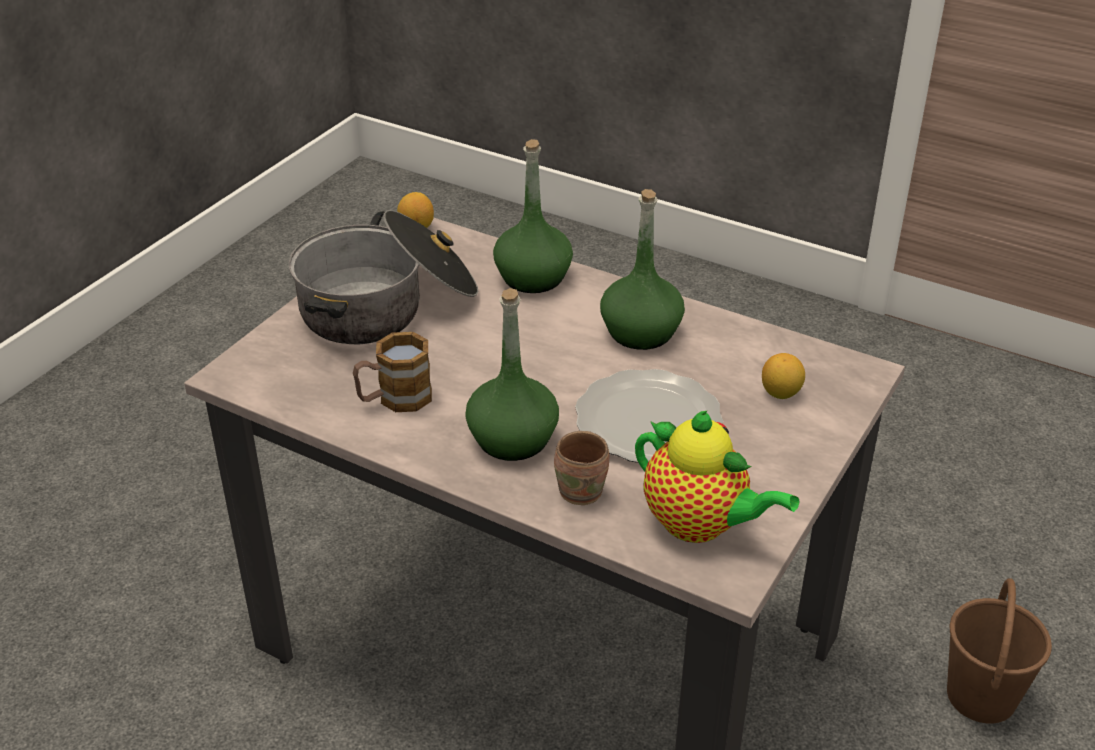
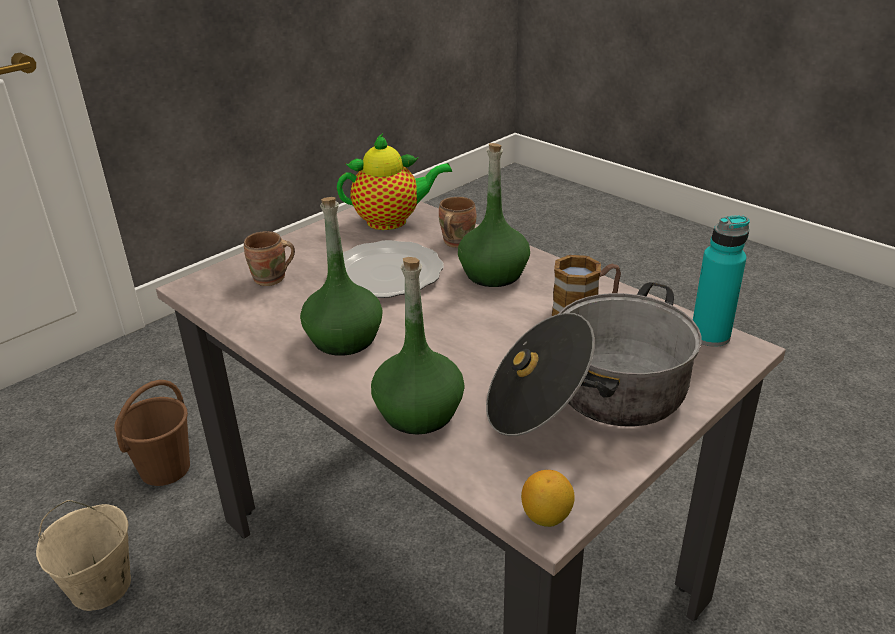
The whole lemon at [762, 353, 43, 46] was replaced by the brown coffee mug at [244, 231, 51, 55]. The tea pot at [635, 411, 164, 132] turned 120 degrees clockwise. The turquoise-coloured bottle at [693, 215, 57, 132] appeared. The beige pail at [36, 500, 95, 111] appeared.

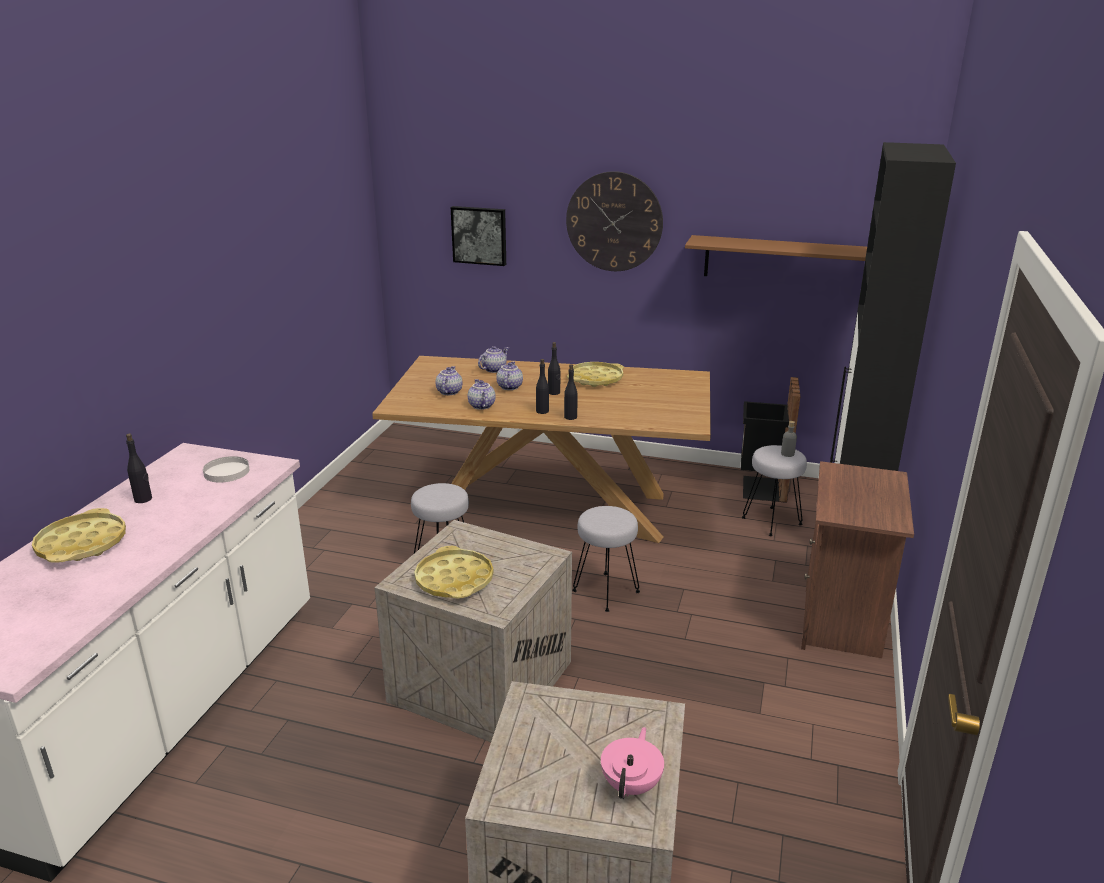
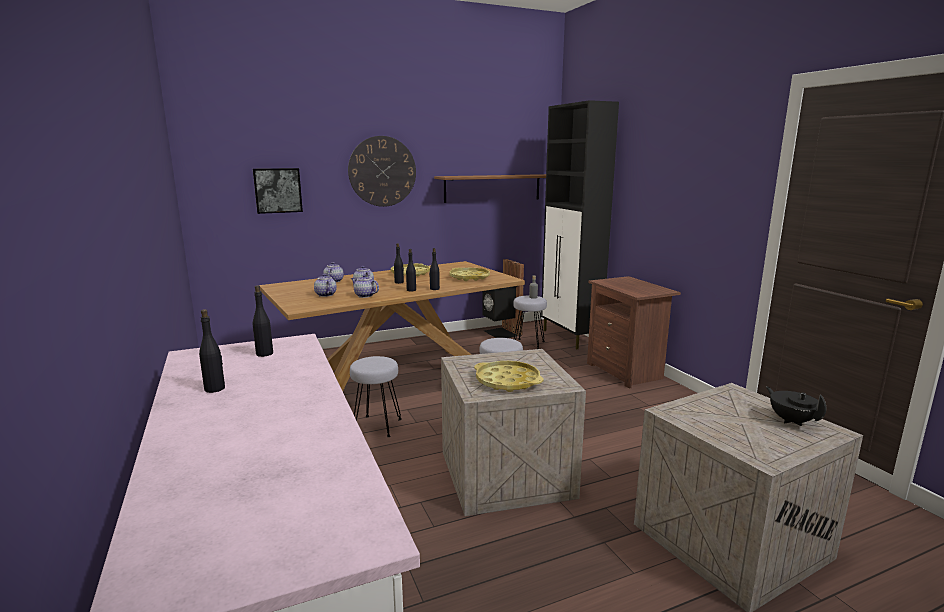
The whitish dinner plate at [203, 456, 47, 27] was replaced by the black-coloured bottle at [253, 285, 20, 72]. The yellow tray moved from [32, 508, 94, 55] to [449, 268, 41, 13]. The pink-coloured tea pot at [601, 727, 63, 72] became the black-coloured tea pot at [766, 386, 60, 40].

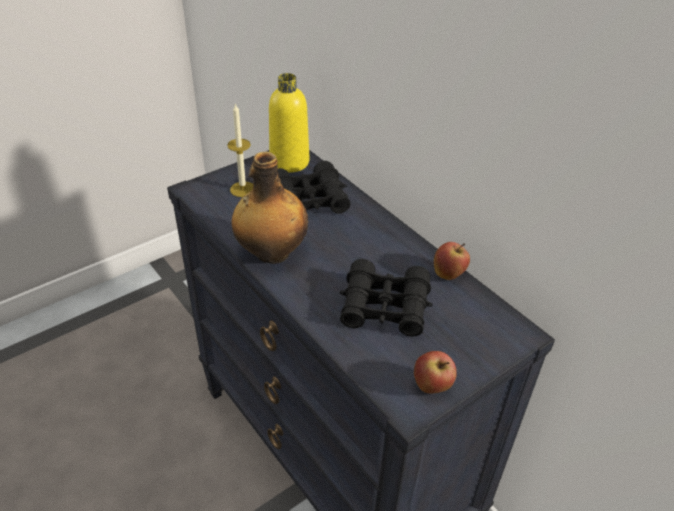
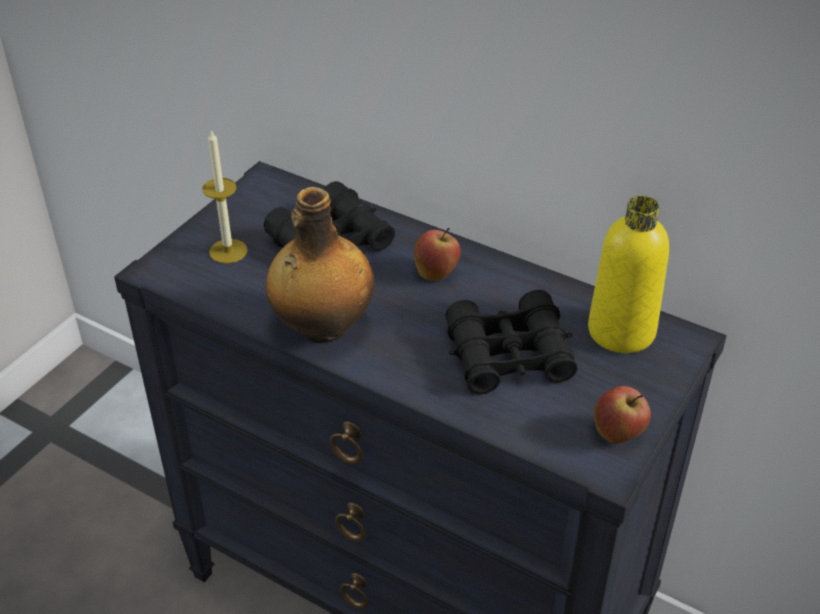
The yellow bottle moved from [269, 73, 40, 100] to [588, 196, 81, 157]. The apple moved from [434, 242, 36, 38] to [414, 228, 46, 53].

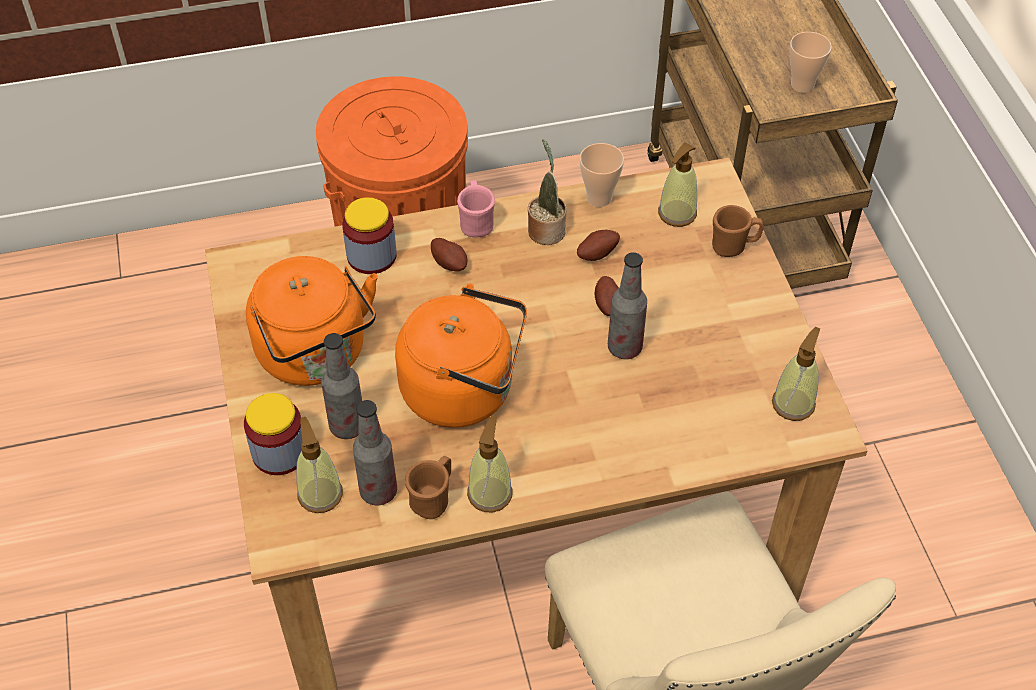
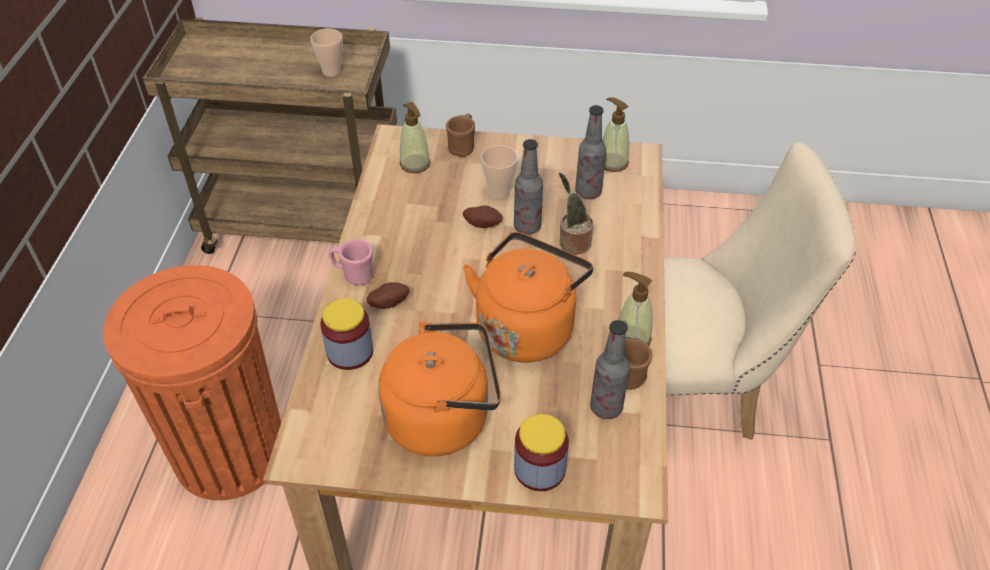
The potted plant moved from [528, 139, 39, 106] to [559, 173, 35, 82]. The small cup moved from [580, 143, 44, 64] to [481, 145, 37, 54]. The whole potato at [577, 230, 43, 31] disappeared. The bottle moved from [321, 333, 41, 106] to [575, 105, 31, 94]. The soap dispenser at [296, 417, 47, 96] disappeared.

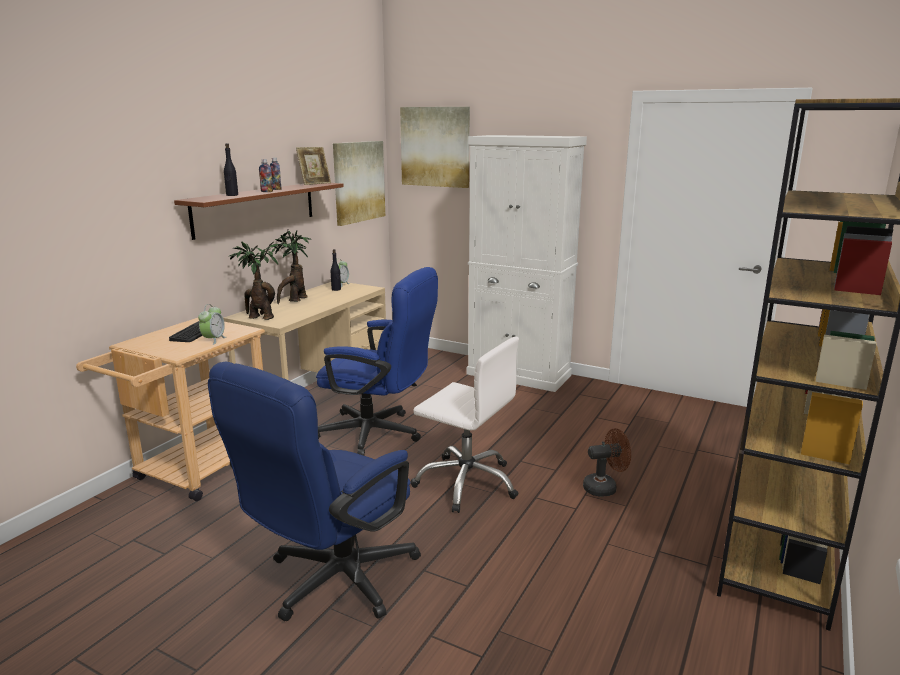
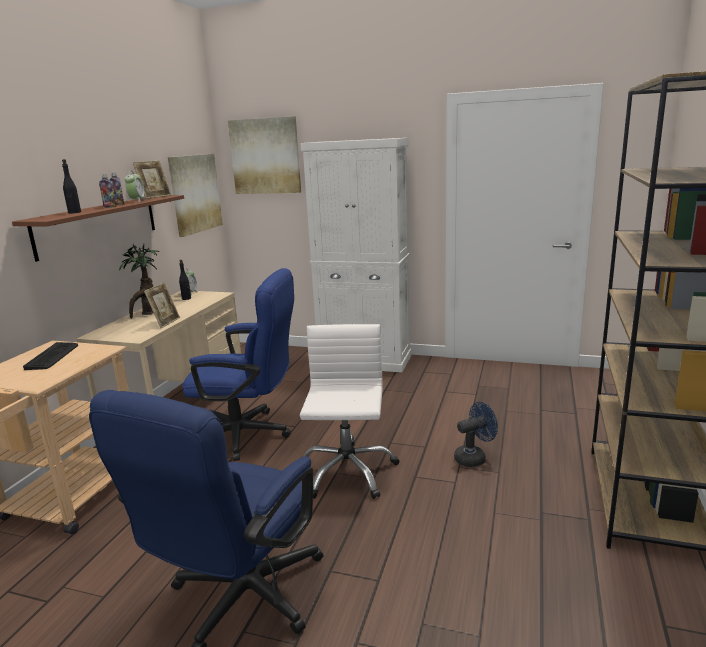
The potted plant at [230, 241, 49, 79] disappeared. The bedside clock moved from [198, 304, 28, 41] to [125, 171, 21, 31]. The whitish computer chair at [411, 337, 108, 176] turned 105 degrees counterclockwise. The brown electric fan at [583, 428, 48, 69] became the bluish electric fan at [454, 402, 44, 65]. The standing frame at [144, 282, 36, 46] appeared.

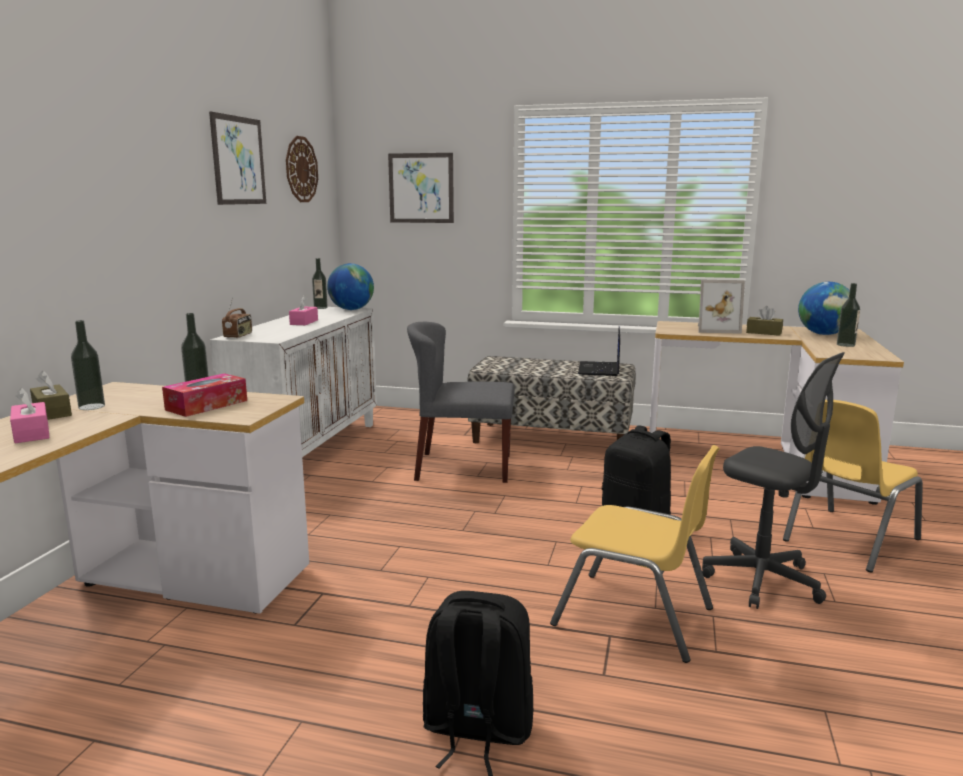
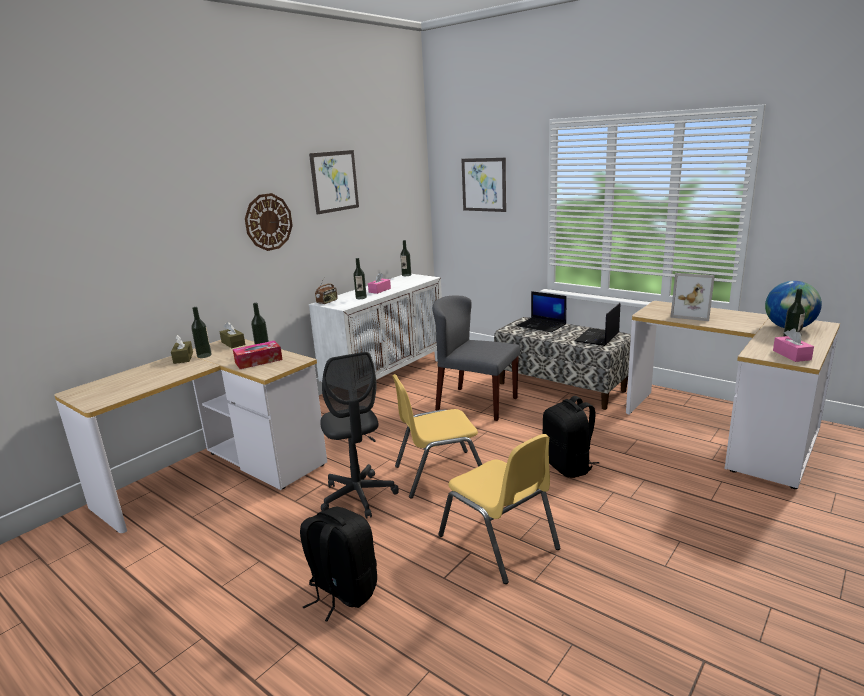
The hanging clock moved from [286, 136, 32, 66] to [245, 193, 48, 58]. The globe at [327, 263, 47, 47] disappeared. The brown box of tissues moved from [746, 306, 37, 30] to [220, 322, 25, 26]. The gray computer chair moved from [702, 352, 143, 257] to [320, 352, 79, 167]. The pink-coloured box of tissues moved from [10, 388, 39, 55] to [773, 328, 41, 34]. The yellow plain chair moved from [783, 400, 140, 173] to [392, 374, 90, 125]. The bottle at [353, 258, 14, 41] appeared. The laptop at [517, 291, 50, 41] appeared.

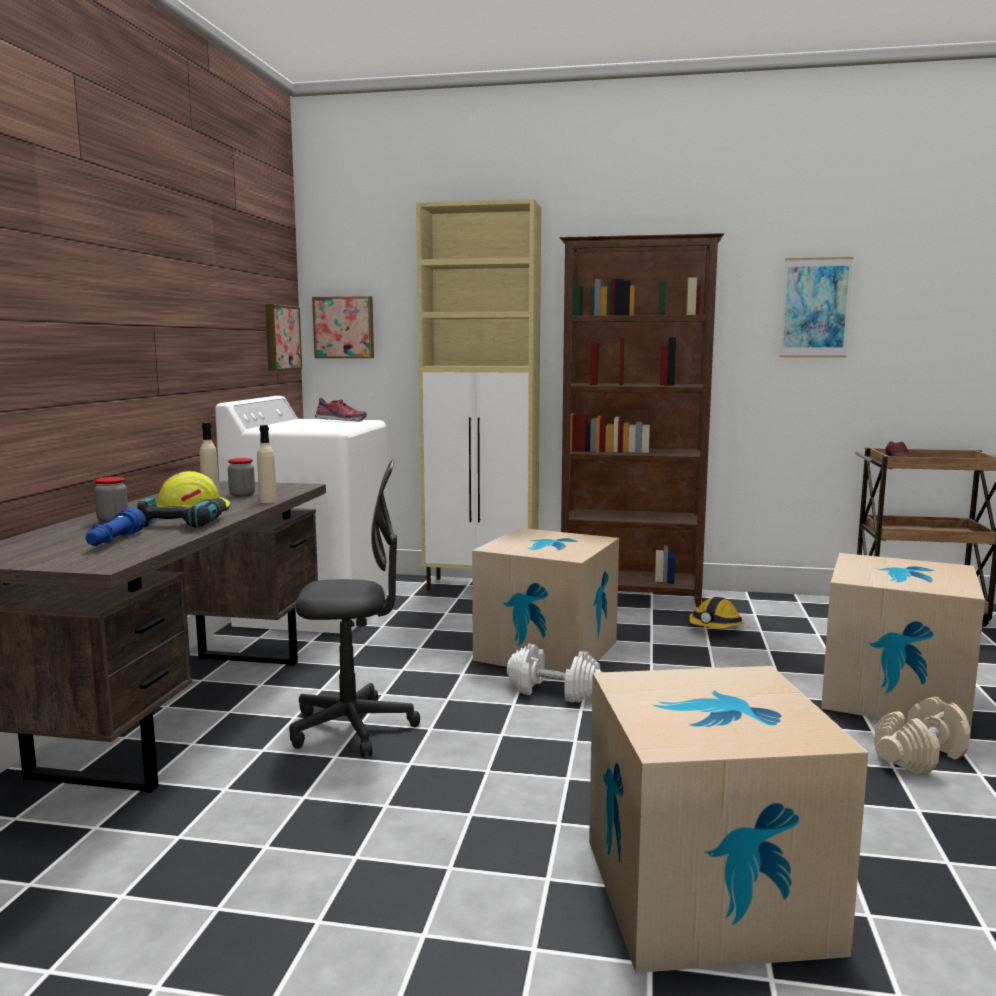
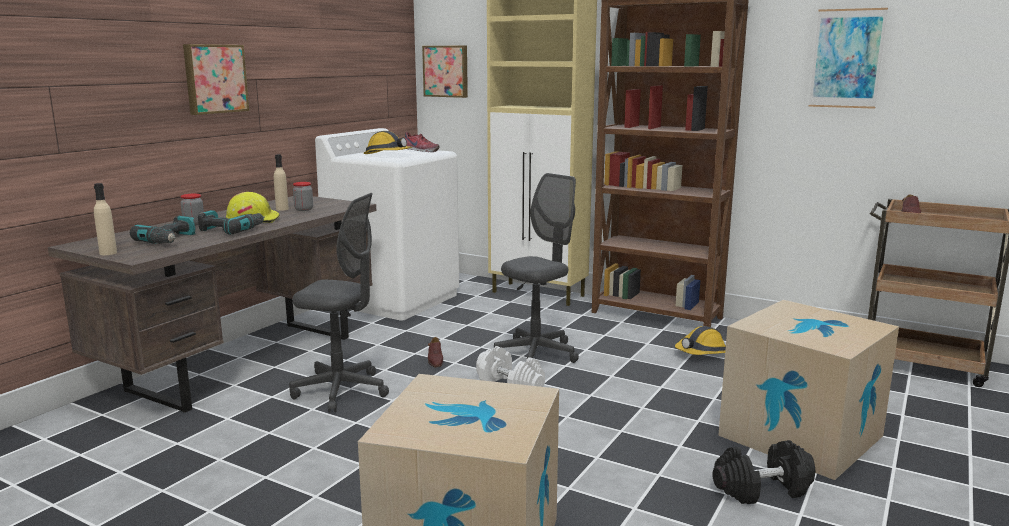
The wall art moved from [265, 304, 37, 67] to [183, 44, 66, 71]. The beige bottle moved from [257, 425, 20, 78] to [94, 183, 23, 72]. The bluish flashlight at [86, 508, 60, 38] was replaced by the electric drill at [130, 215, 65, 29]. The carton at [472, 528, 147, 145] was replaced by the gray computer chair at [494, 173, 85, 190]. The beige dumbbell at [874, 697, 97, 78] became the black-coloured dumbbell at [712, 440, 104, 64]. The work helmet at [364, 131, 48, 23] appeared. The brown item of footwear at [428, 337, 16, 30] appeared.

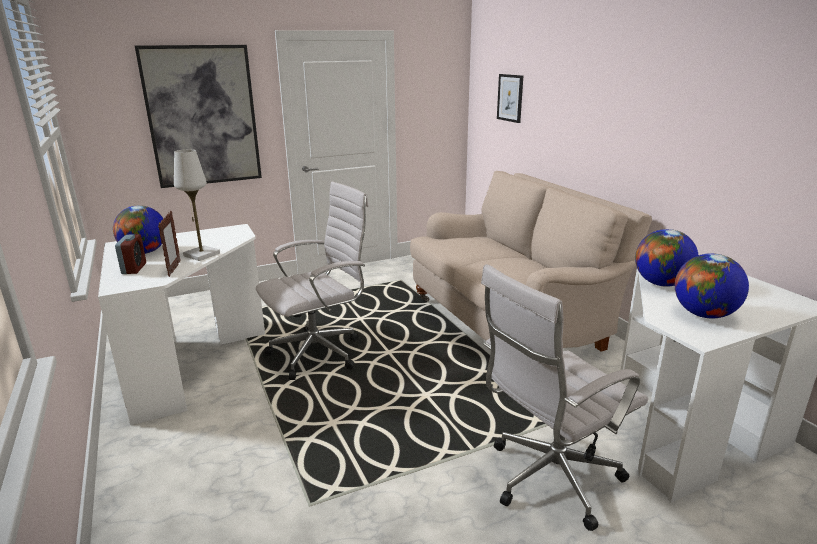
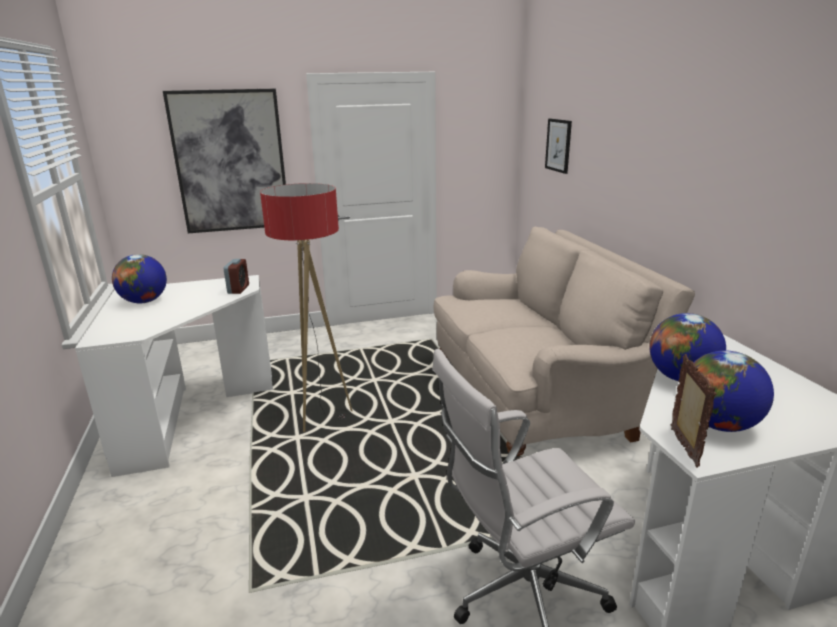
The whitish table lamp at [174, 149, 46, 112] disappeared. The whitish computer chair at [256, 181, 113, 199] was replaced by the standing lamp at [260, 183, 92, 249]. The standing frame moved from [158, 211, 23, 66] to [670, 354, 46, 113]. The bedside clock moved from [115, 234, 31, 40] to [224, 259, 25, 35].

